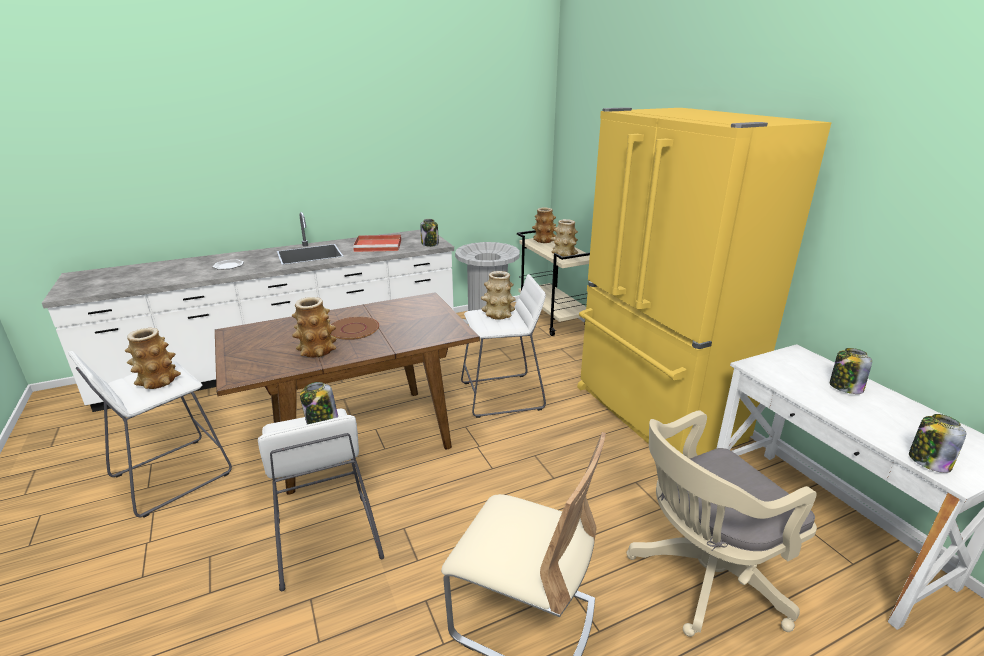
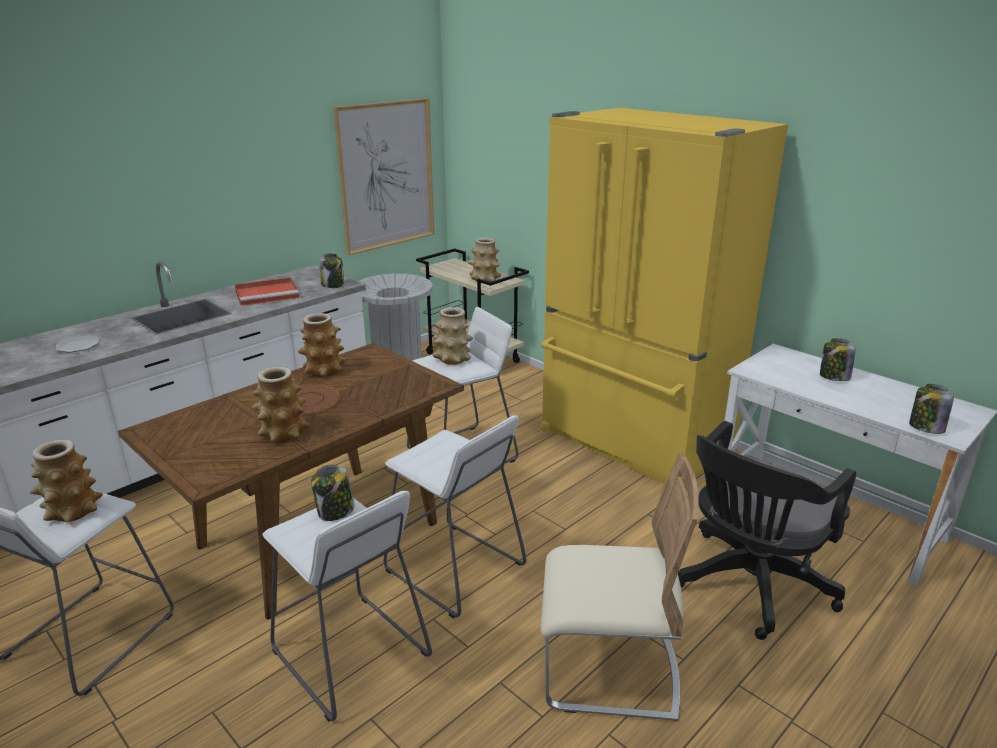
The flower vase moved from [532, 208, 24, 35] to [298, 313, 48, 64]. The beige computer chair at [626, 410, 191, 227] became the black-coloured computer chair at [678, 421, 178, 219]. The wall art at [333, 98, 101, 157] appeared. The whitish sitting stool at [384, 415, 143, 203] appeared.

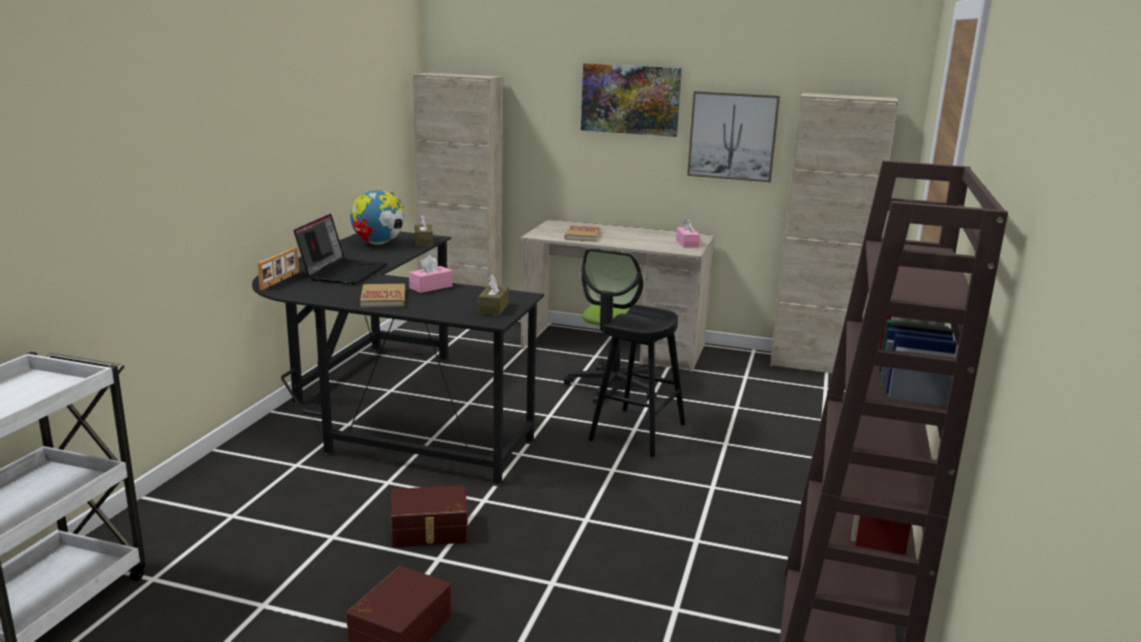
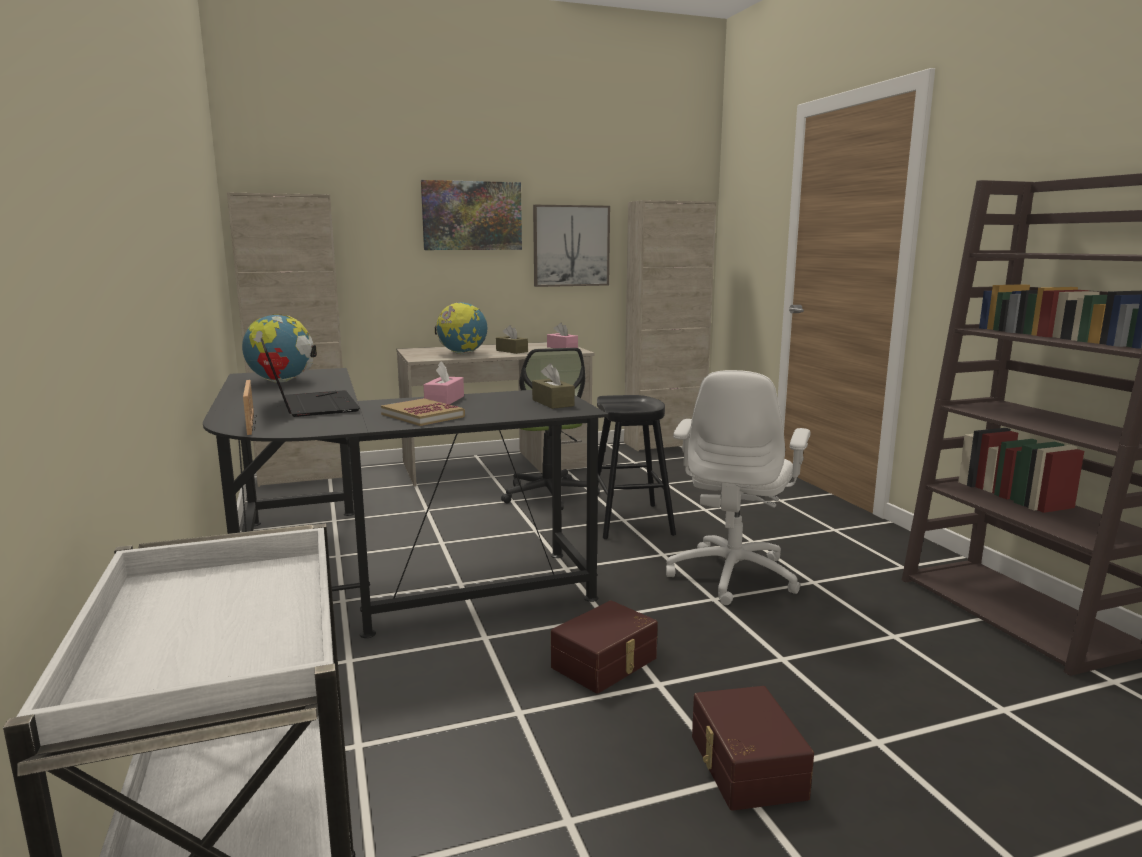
The brown box of tissues moved from [415, 215, 18, 31] to [496, 325, 32, 29]. The book at [564, 225, 37, 17] was replaced by the globe at [435, 302, 52, 52]. The whitish computer chair at [666, 370, 144, 235] appeared.

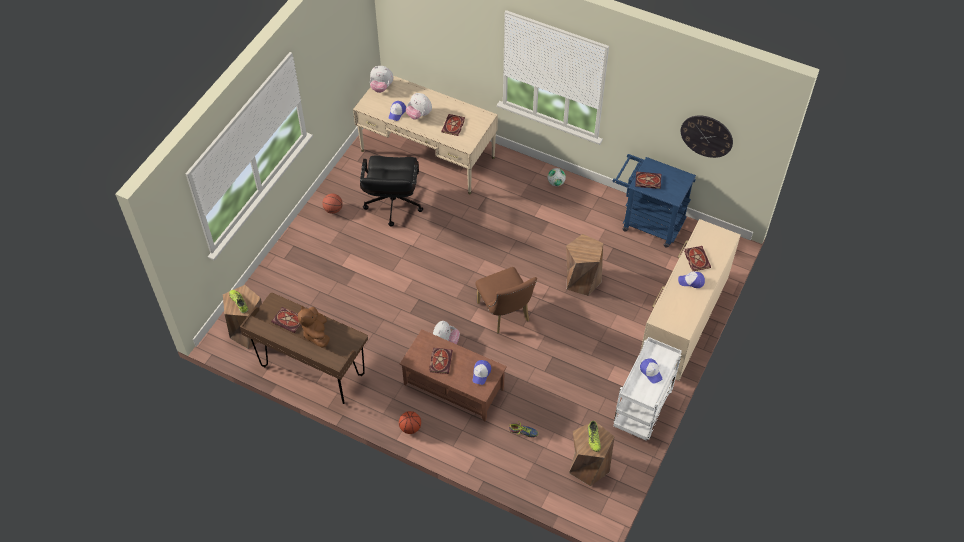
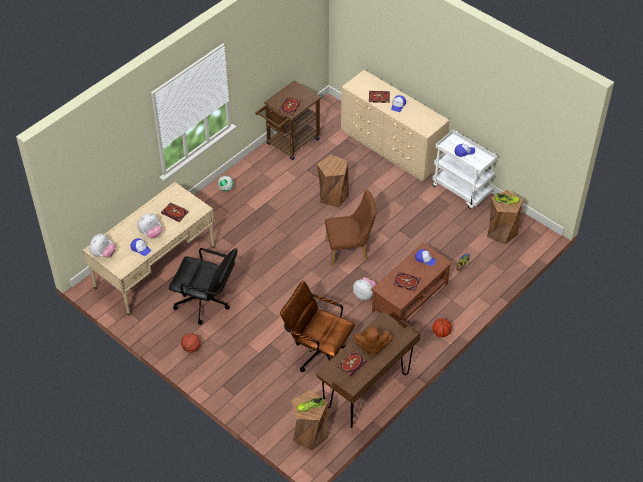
The hanging clock at [681, 115, 52, 43] disappeared. The bluish wheeled cart at [612, 154, 84, 94] became the brown wheeled cart at [255, 80, 67, 80]. The brown computer chair at [280, 281, 75, 91] appeared.

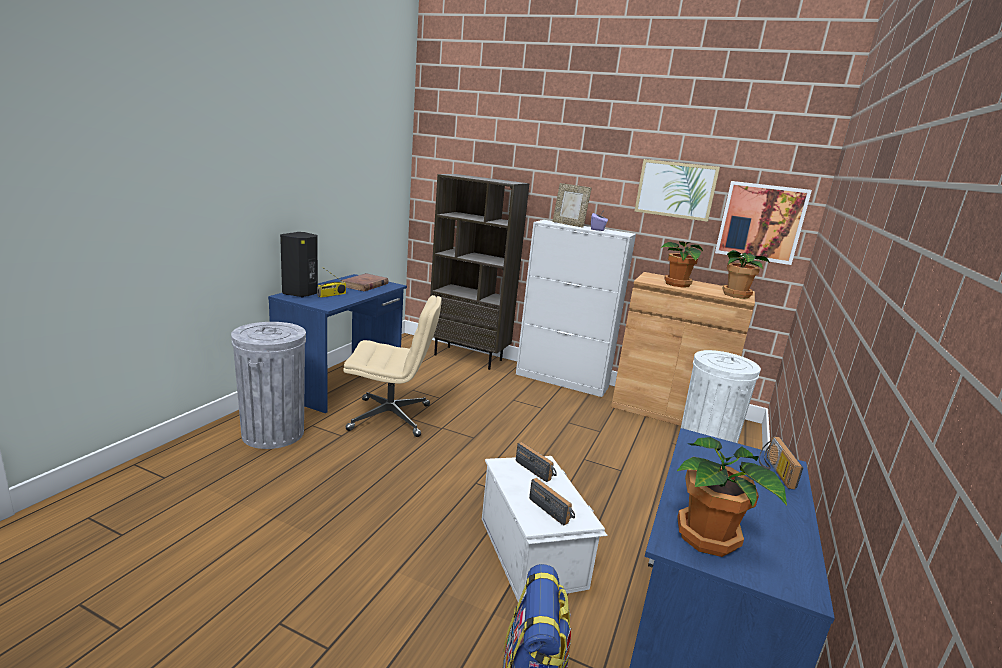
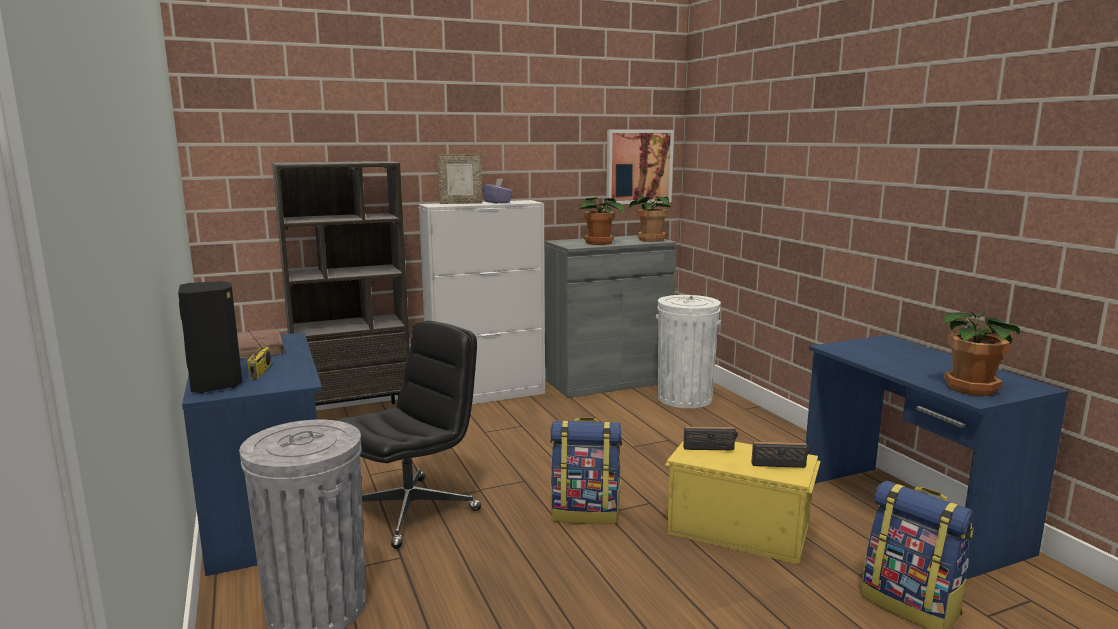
The wall art at [634, 159, 86, 63] disappeared. The brown cupboard at [611, 272, 144, 154] became the gray cupboard at [545, 235, 132, 163]. The beige computer chair at [343, 295, 99, 142] became the black-coloured computer chair at [335, 321, 146, 228]. The radio at [759, 437, 44, 53] disappeared. The whitish storage box at [482, 456, 126, 146] became the yellow storage box at [665, 440, 156, 124]. The rucksack at [550, 417, 72, 107] appeared.

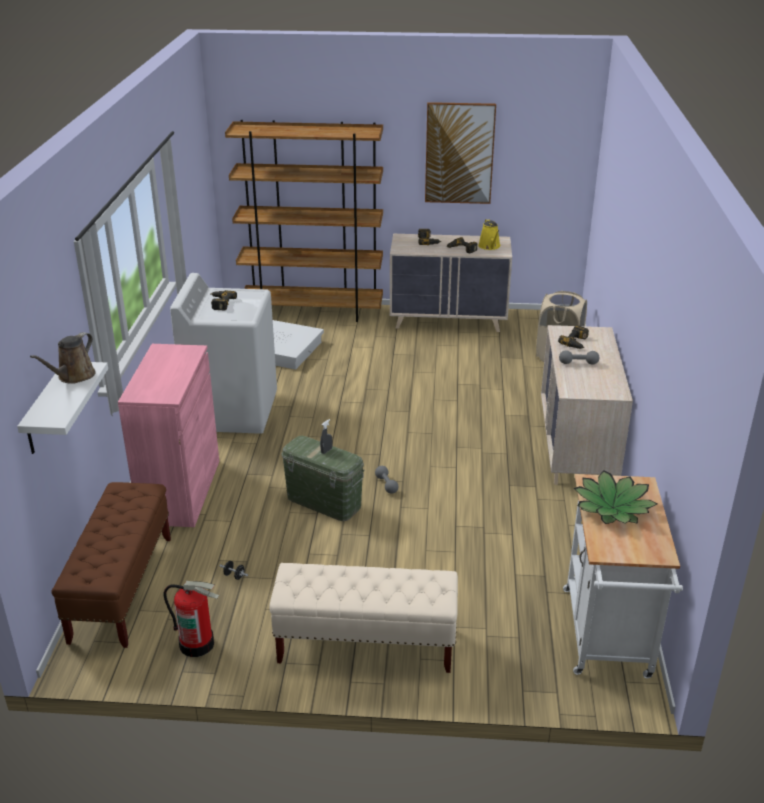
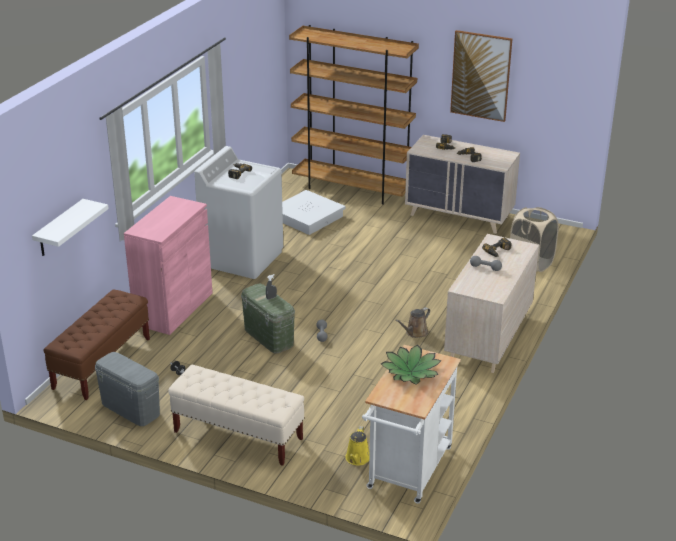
The yellow watering can moved from [478, 219, 23, 31] to [345, 426, 25, 40]. The brown watering can moved from [30, 332, 66, 52] to [395, 307, 35, 31]. The fire extinguisher at [163, 581, 56, 76] was replaced by the gray storage box at [95, 352, 65, 74].

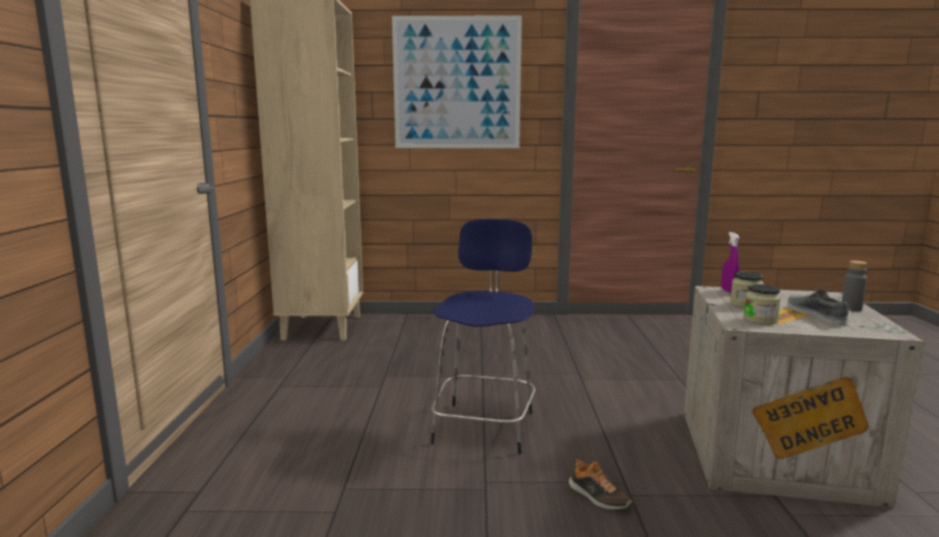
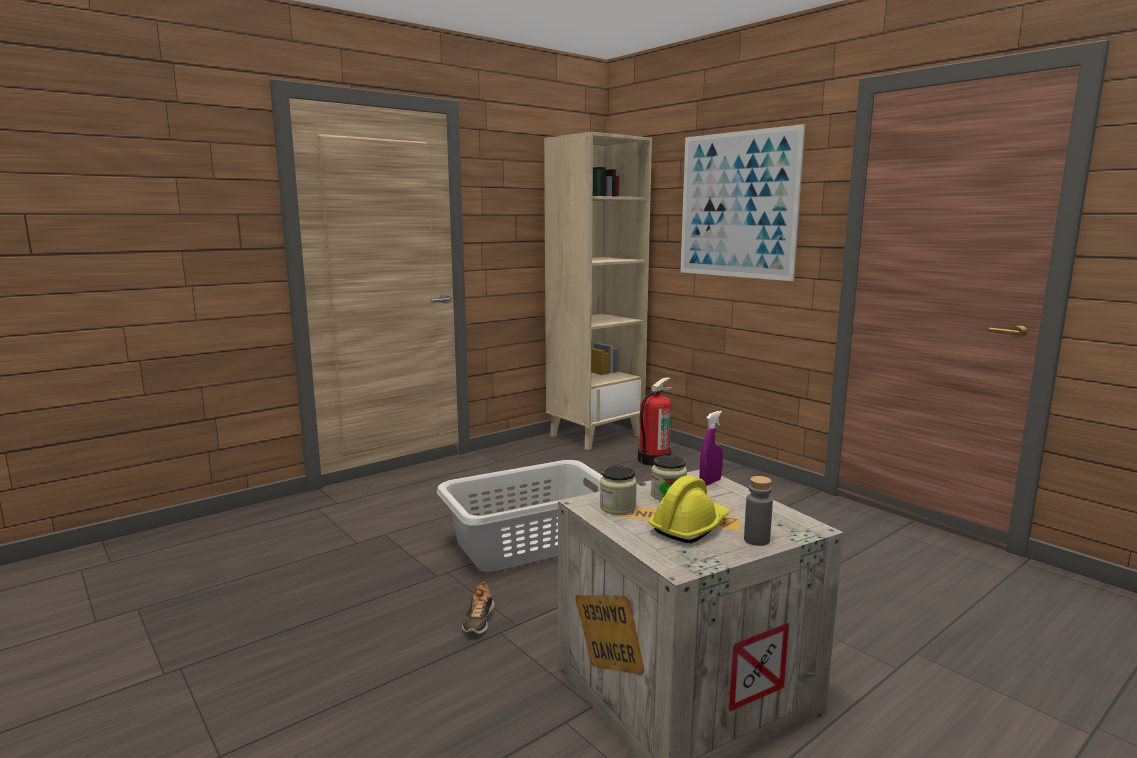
The bluish sitting stool at [430, 219, 106, 235] was replaced by the gray laundry basket at [437, 460, 165, 112]. The gray item of footwear at [787, 289, 62, 37] was replaced by the yellow work helmet at [649, 475, 81, 68]. The fire extinguisher at [638, 377, 33, 89] appeared.

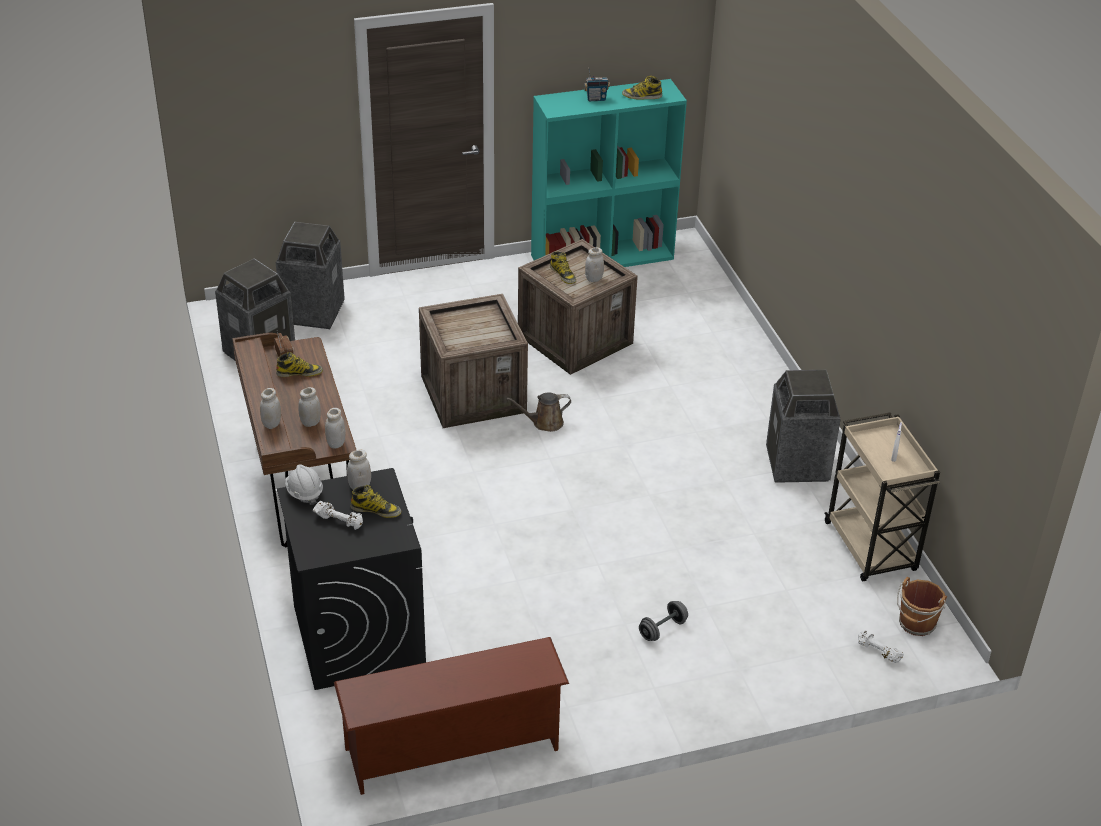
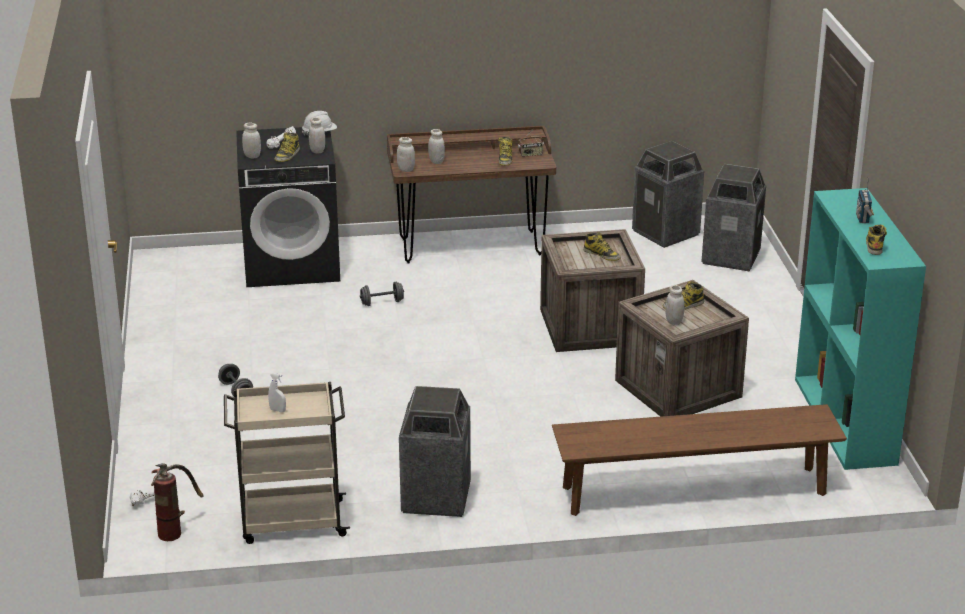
The whitish jar moved from [260, 388, 21, 41] to [242, 123, 19, 35]. The brown watering can at [507, 392, 64, 40] disappeared. The brown pail at [897, 577, 50, 59] was replaced by the fire extinguisher at [151, 463, 53, 78]. The brown shoe rack at [334, 637, 235, 158] disappeared. The boot at [583, 232, 38, 29] appeared. The gray dumbbell at [360, 282, 44, 24] appeared. The brown indoor bench at [552, 404, 295, 112] appeared.

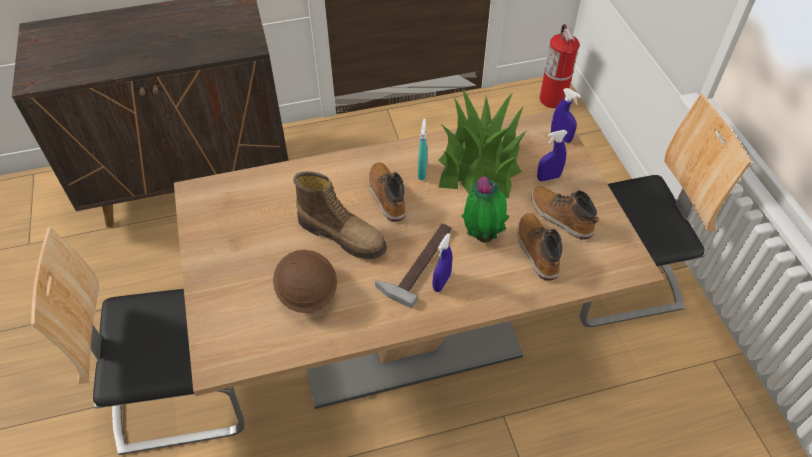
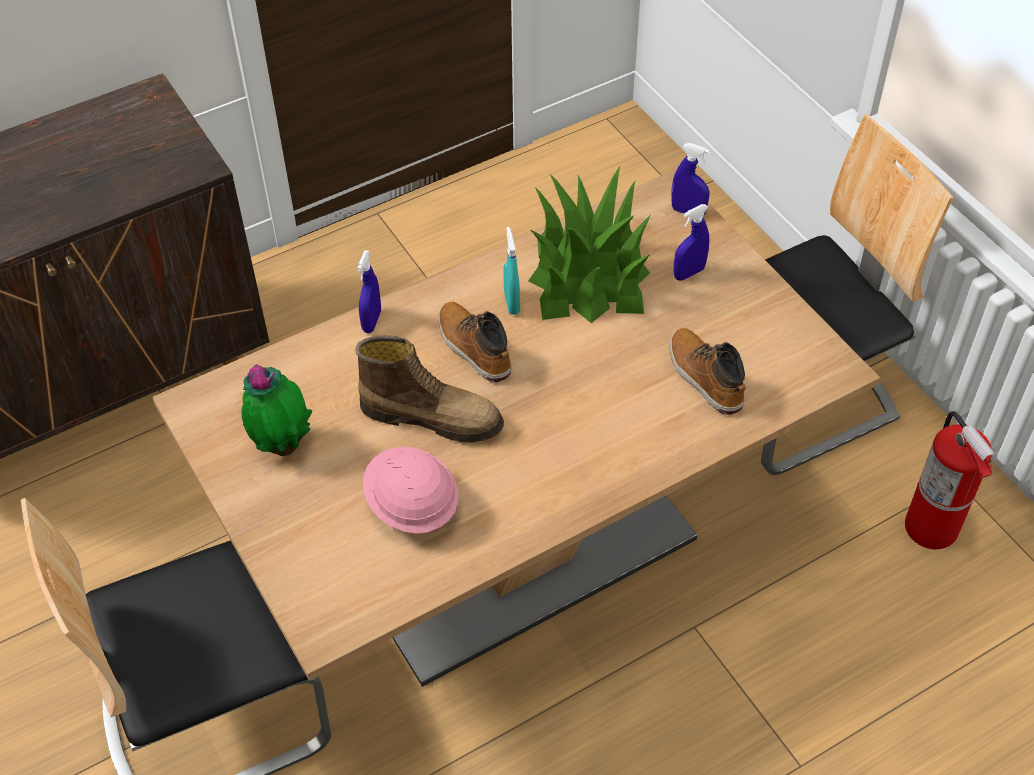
The fire extinguisher moved from [540, 24, 39, 84] to [905, 411, 92, 138]. The potted plant moved from [461, 176, 48, 67] to [241, 364, 71, 92]. The boot at [531, 186, 68, 54] disappeared. The hand hammer at [375, 224, 76, 85] disappeared. The bluish spray bottle moved from [433, 233, 20, 59] to [357, 250, 24, 83]. The brown work helmet at [273, 250, 64, 63] became the pink-coloured work helmet at [363, 447, 95, 86].

